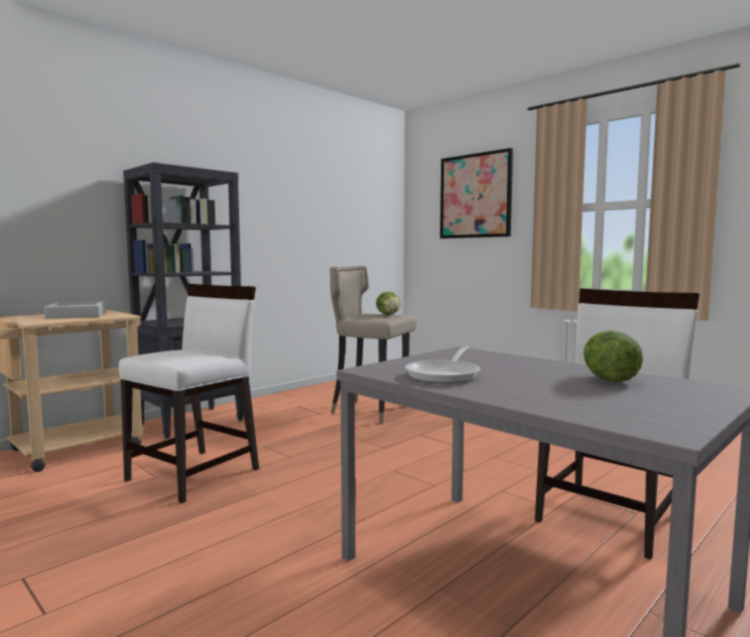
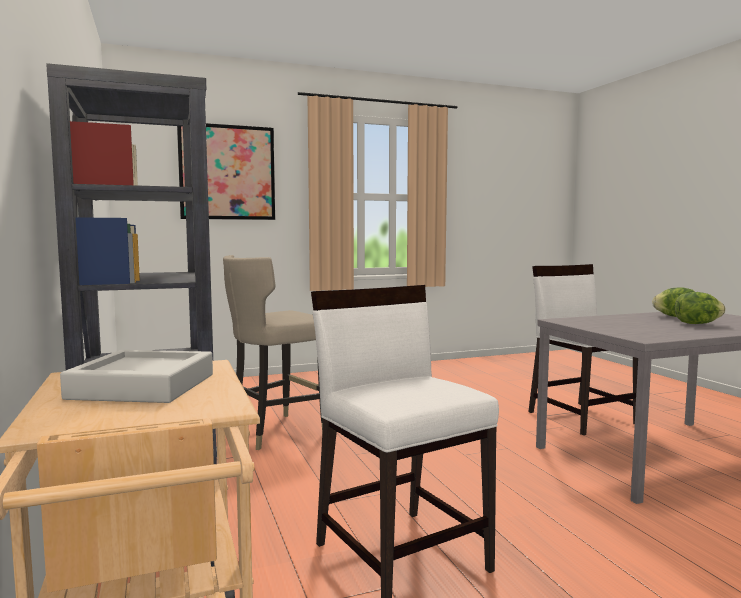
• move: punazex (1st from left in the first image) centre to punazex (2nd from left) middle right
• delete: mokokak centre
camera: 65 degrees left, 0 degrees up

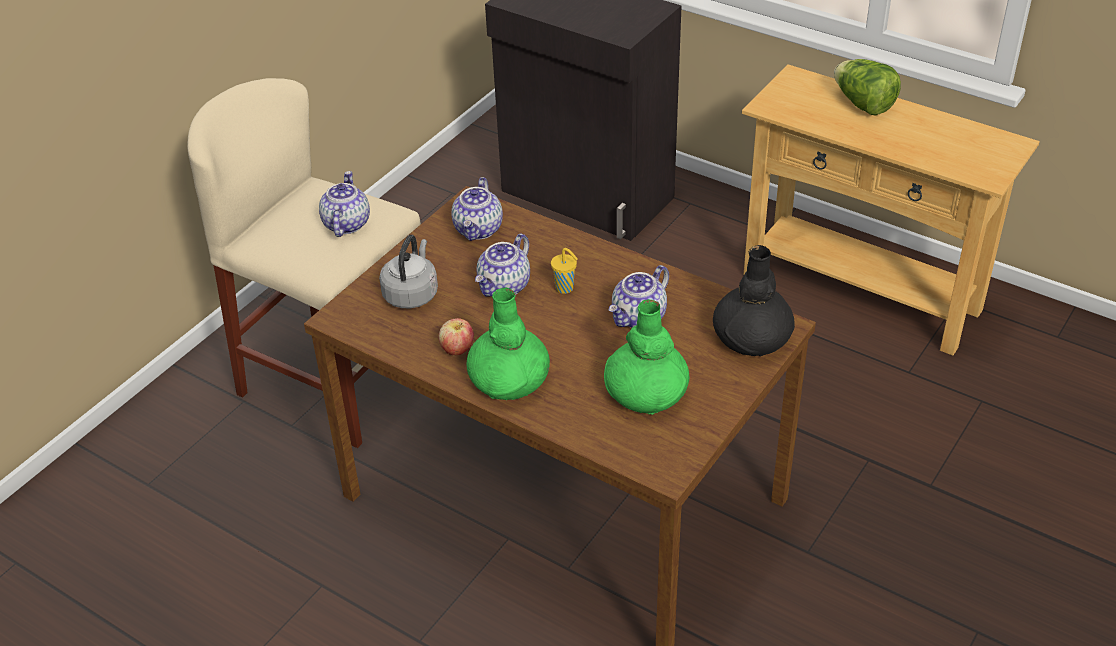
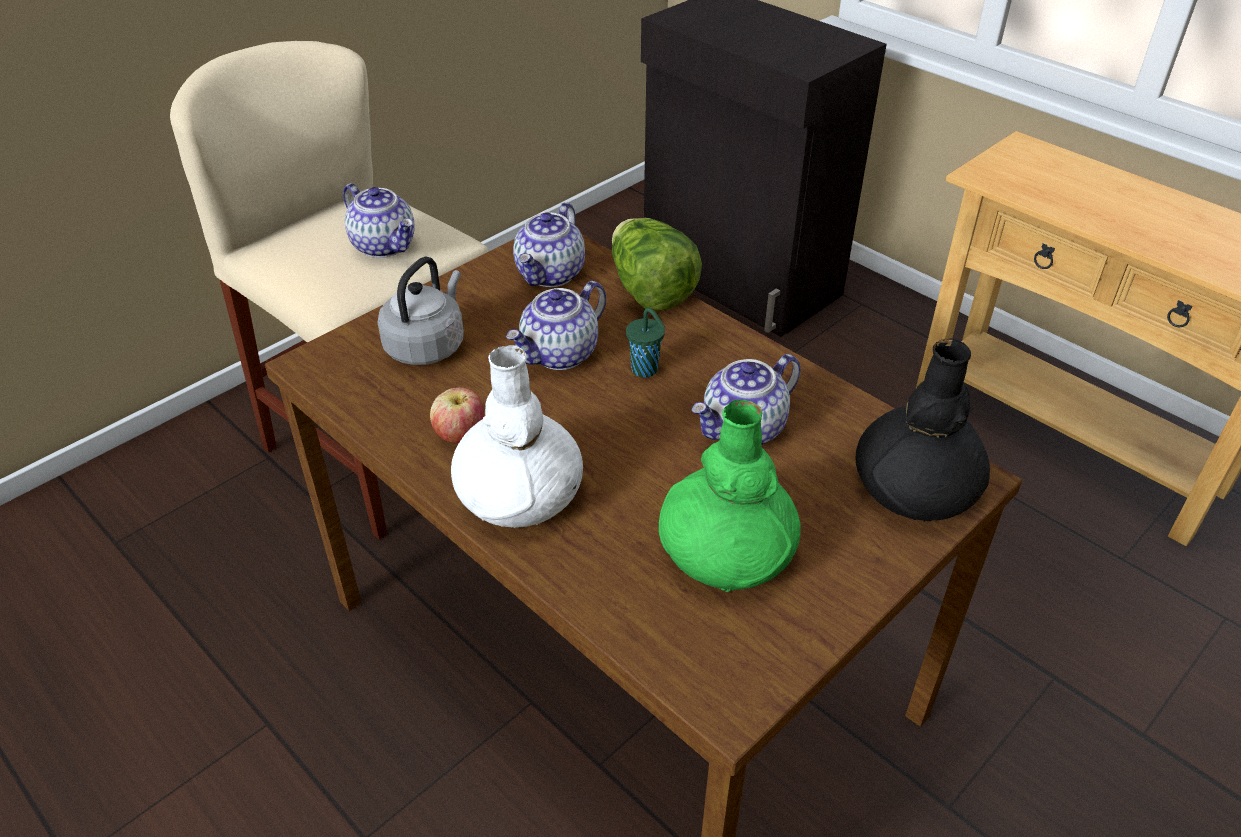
• rotate: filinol (1st from left) top left = top left 120 degrees clockwise
• recolor: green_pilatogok (1st from left) centre to white_pilatogok centre
• move: punazex top right to top centre
• recolor: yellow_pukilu centre to green_pukilu centre
camera: 10 degrees right, 0 degrees up

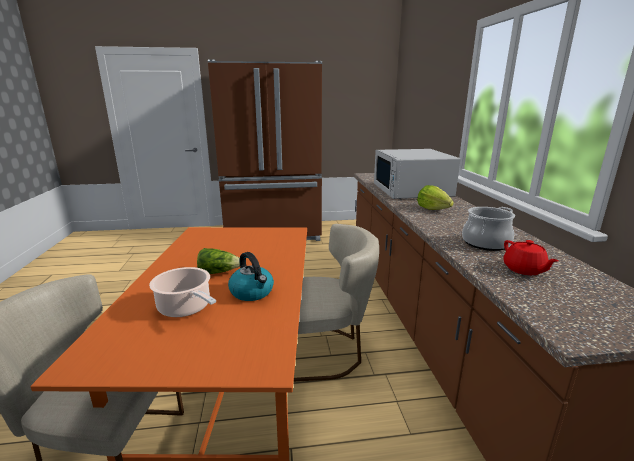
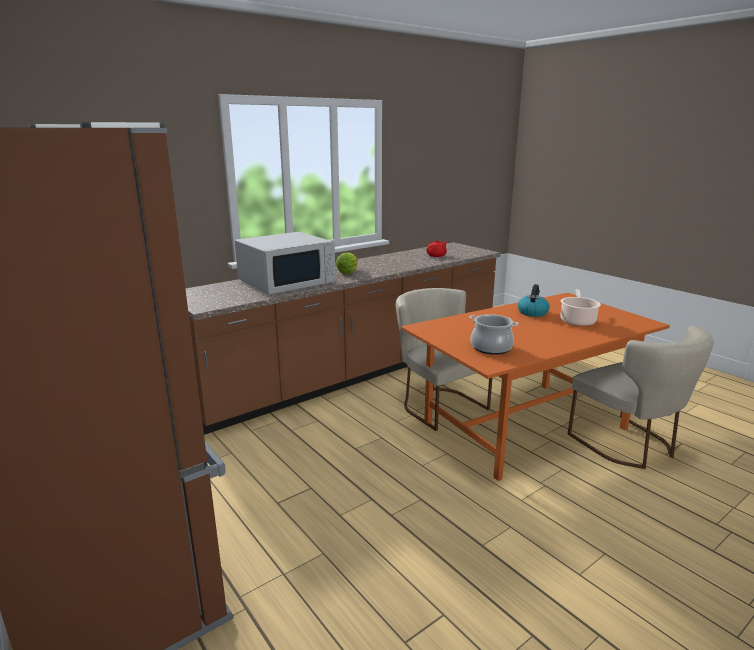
• move: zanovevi (2nd from left in the first image) middle right to zanovevi (1st from left) centre
• delete: punazex (1st from left) centre
camera: 120 degrees left, 0 degrees up

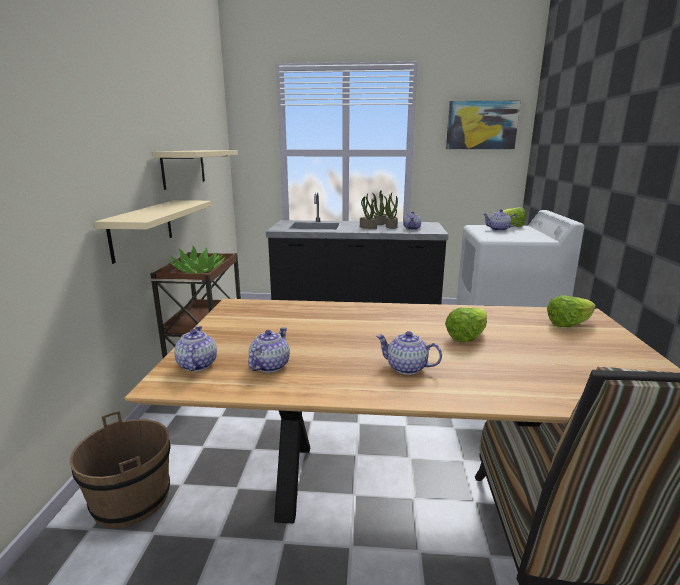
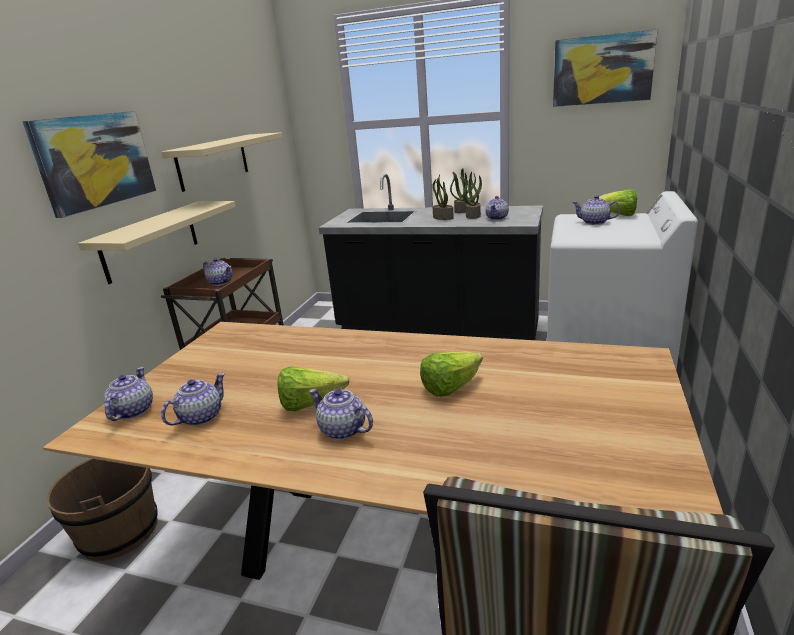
• insert: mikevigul (1st from left) top left
• replace: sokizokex (1st from left) middle left to filinol (3rd from left) middle left
• move: punazex (3rd from left in the first image) middle right to punazex (1st from left) centre
camera: 15 degrees right, 5 degrees up

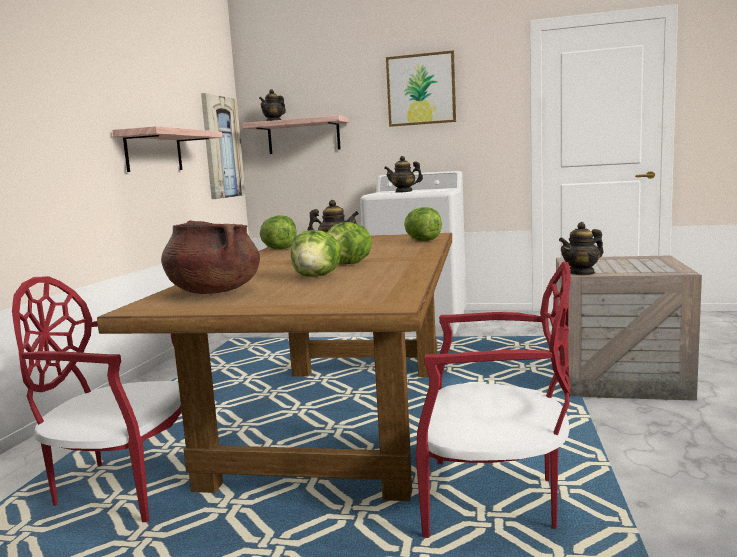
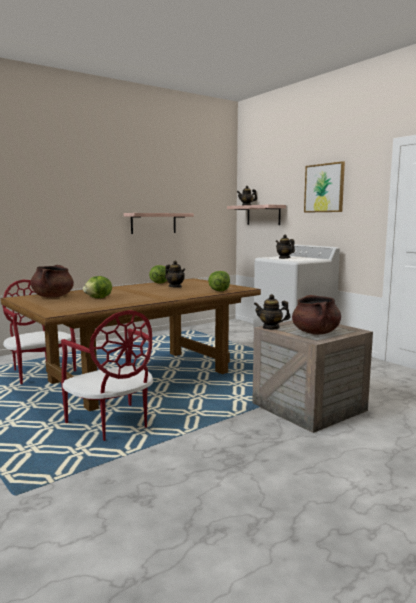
• insert: brown_zanovevi (2nd from left) middle right
• delete: mikevigul (1st from left) top left
• delete: punazex (3rd from left) centre
camera: 40 degrees right, 0 degrees up

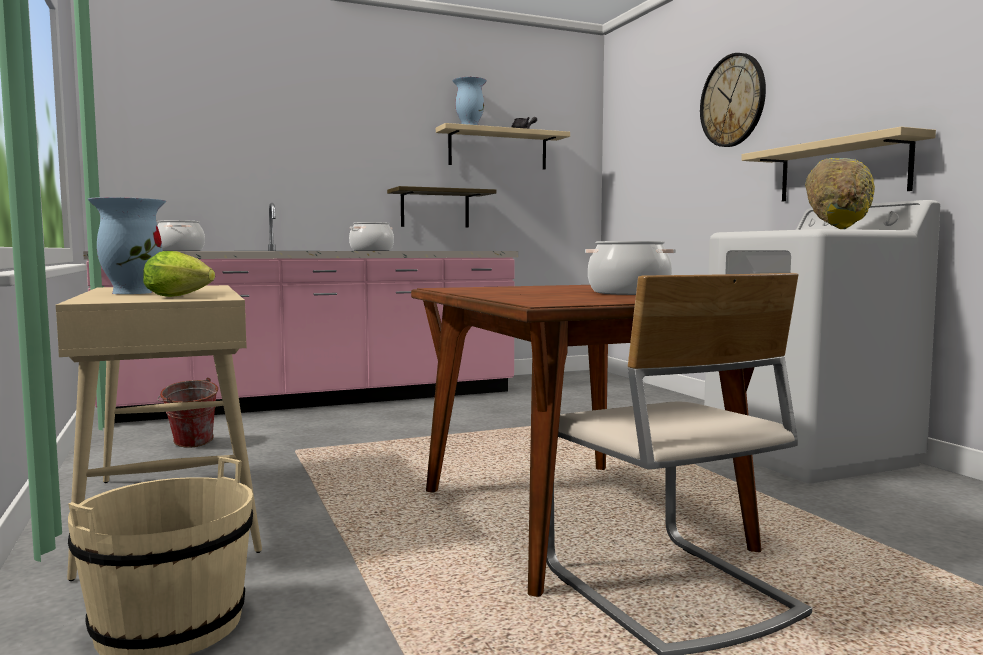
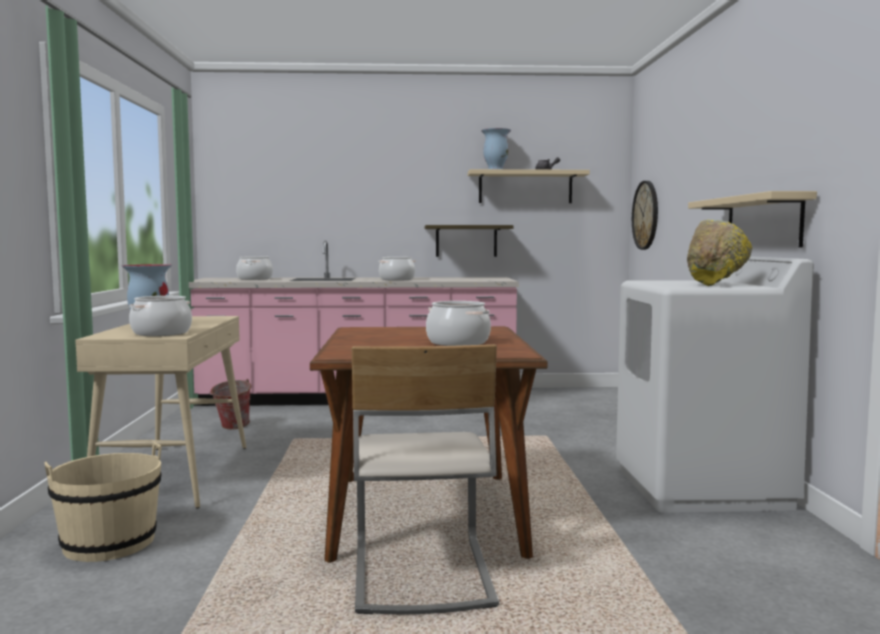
• replace: punazex middle left to zanovevi (1st from left) middle left
• move: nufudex top right to middle right
camera: 20 degrees right, 0 degrees up

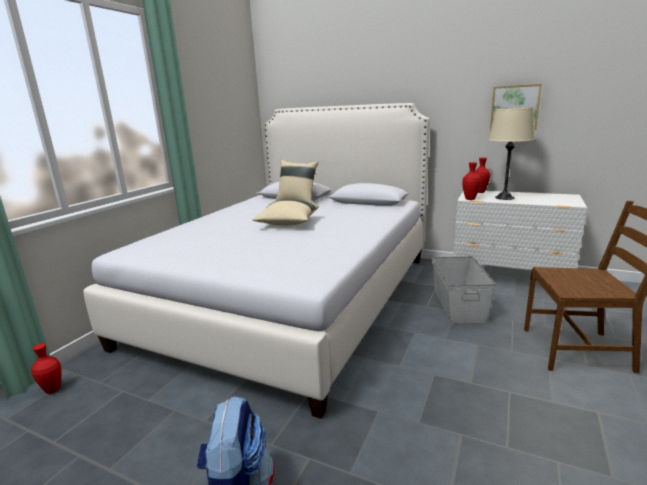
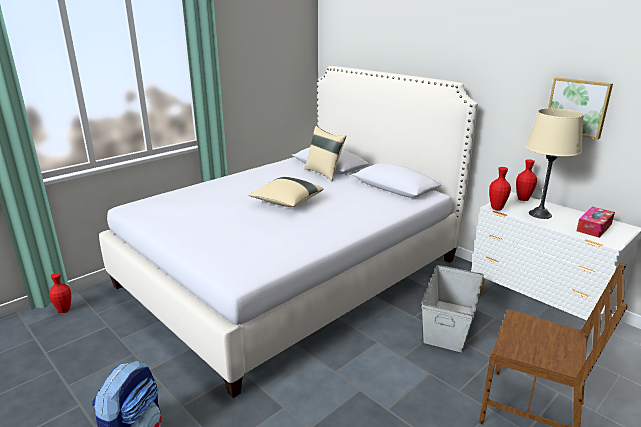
• insert: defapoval middle right
camera: 20 degrees right, 5 degrees up

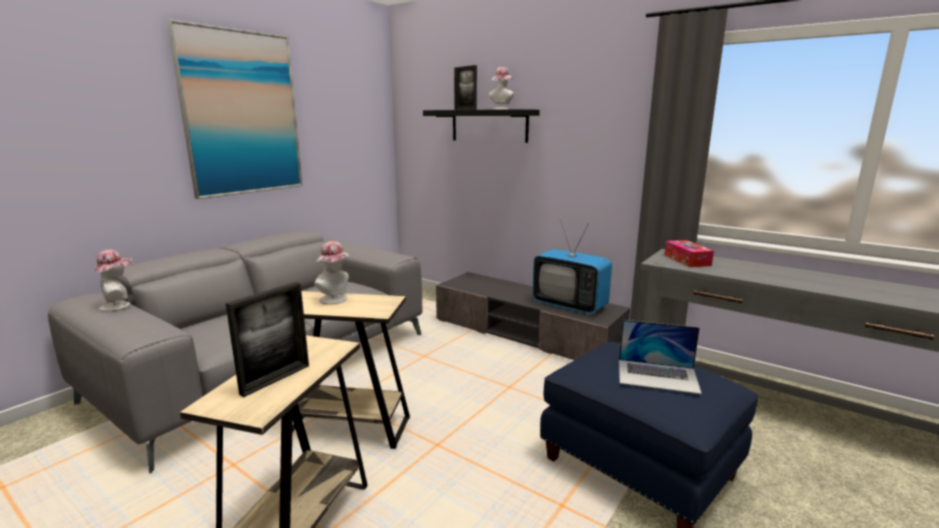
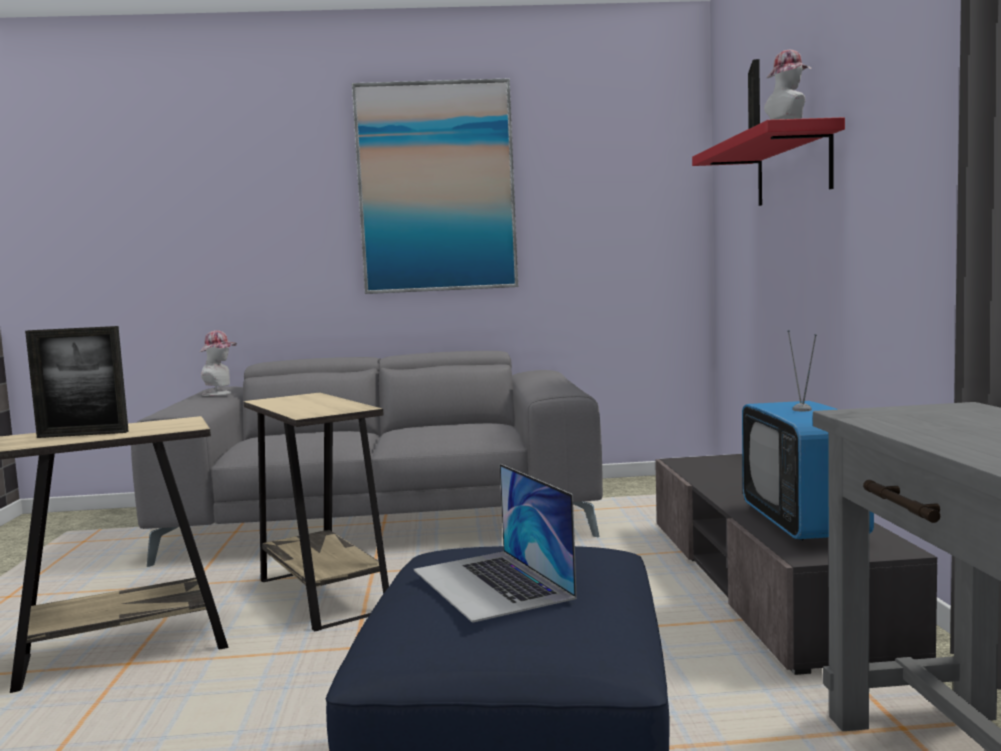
• recolor: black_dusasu top centre to red_dusasu top right
• delete: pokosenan (2nd from left) centre
• delete: defapoval middle right
camera: 50 degrees right, 10 degrees down

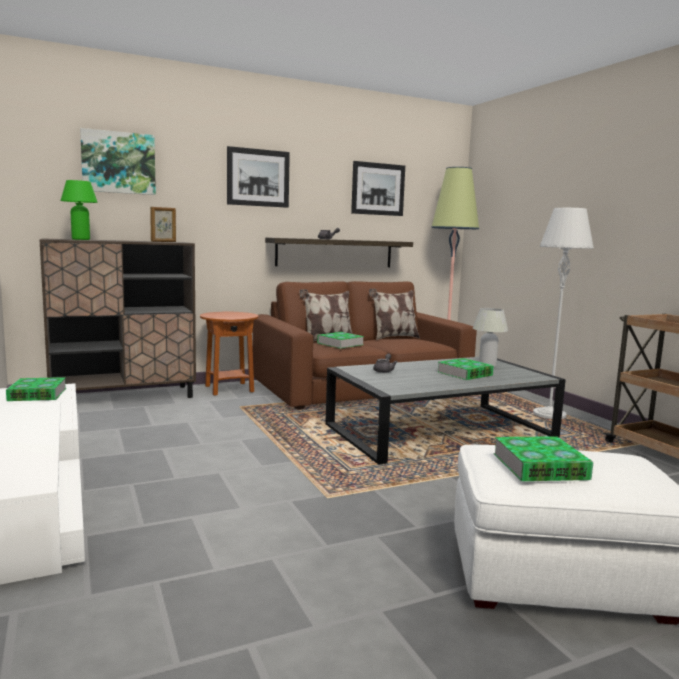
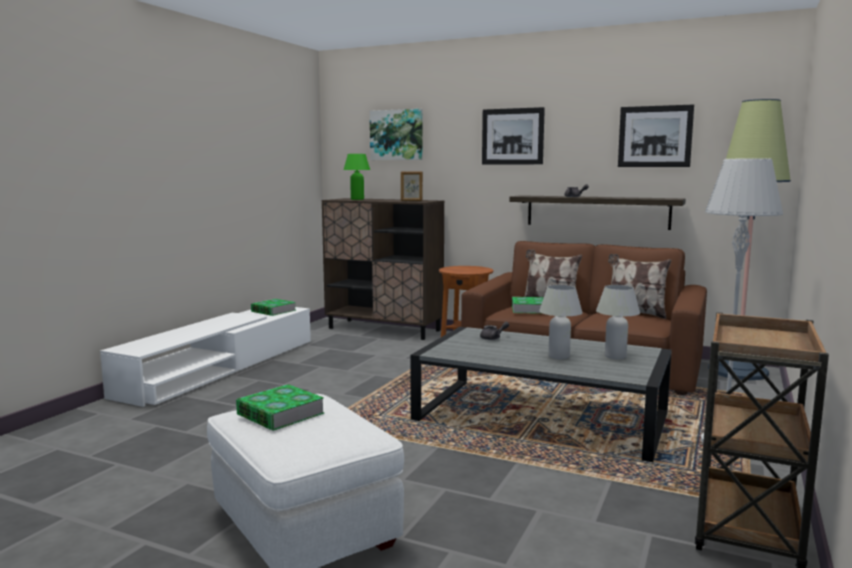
• replace: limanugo (3rd from left) middle right to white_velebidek (1st from left) centre
camera: 50 degrees right, 0 degrees up

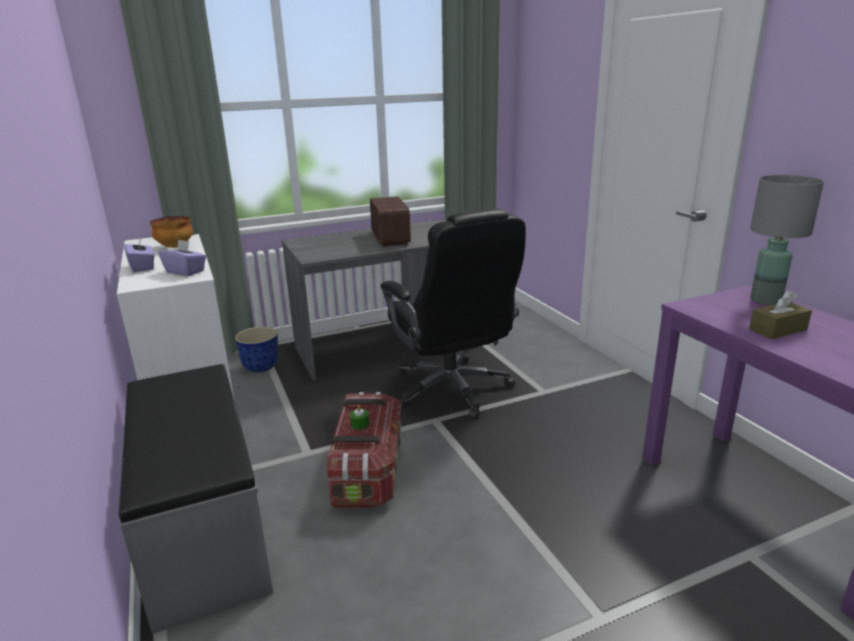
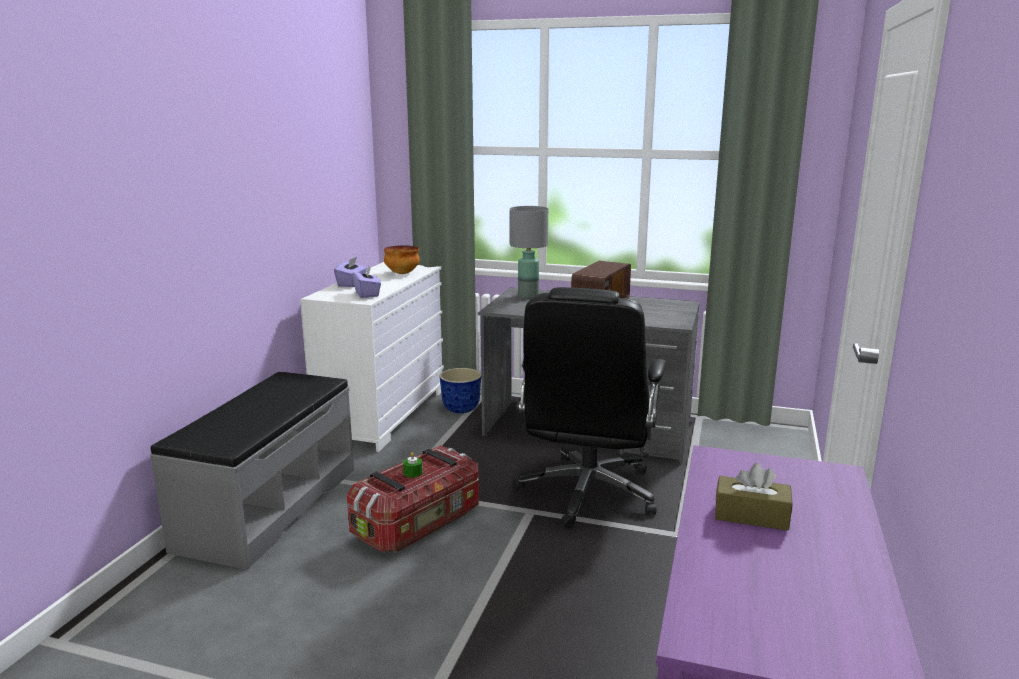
• move: grey_velebidek middle right to centre
camera: 40 degrees right, 5 degrees down

